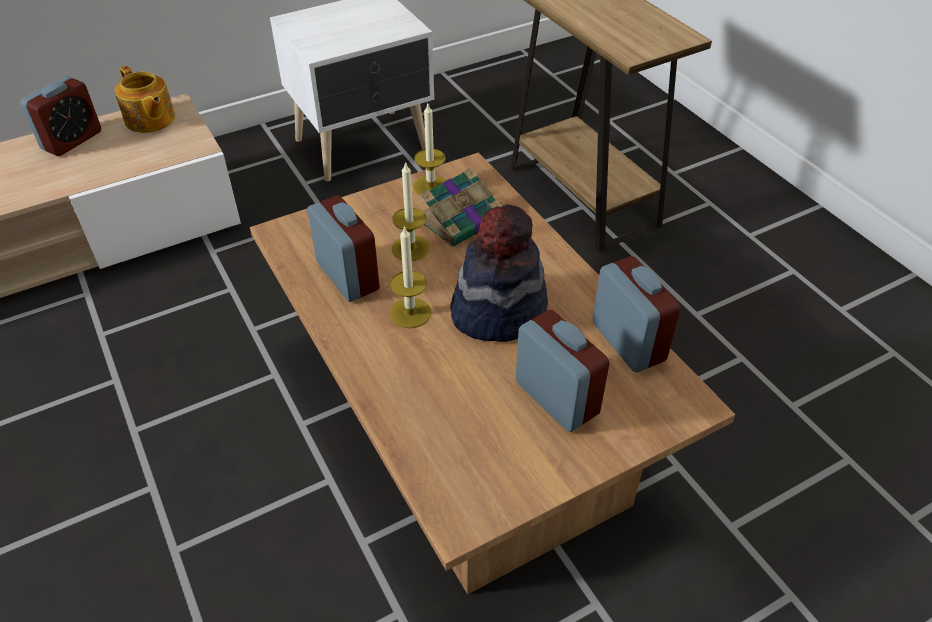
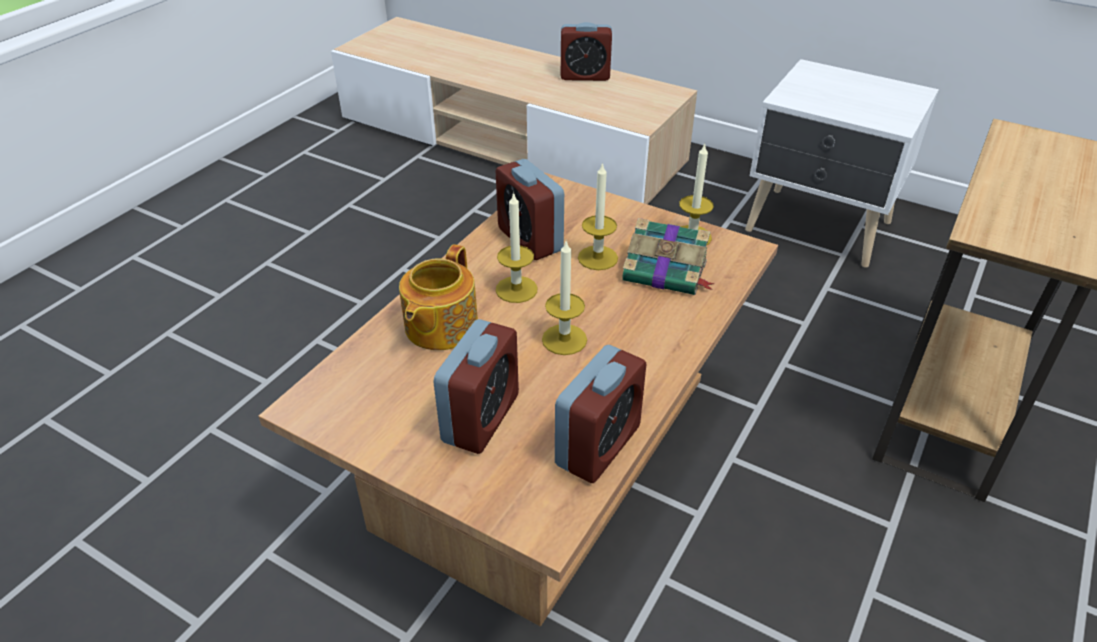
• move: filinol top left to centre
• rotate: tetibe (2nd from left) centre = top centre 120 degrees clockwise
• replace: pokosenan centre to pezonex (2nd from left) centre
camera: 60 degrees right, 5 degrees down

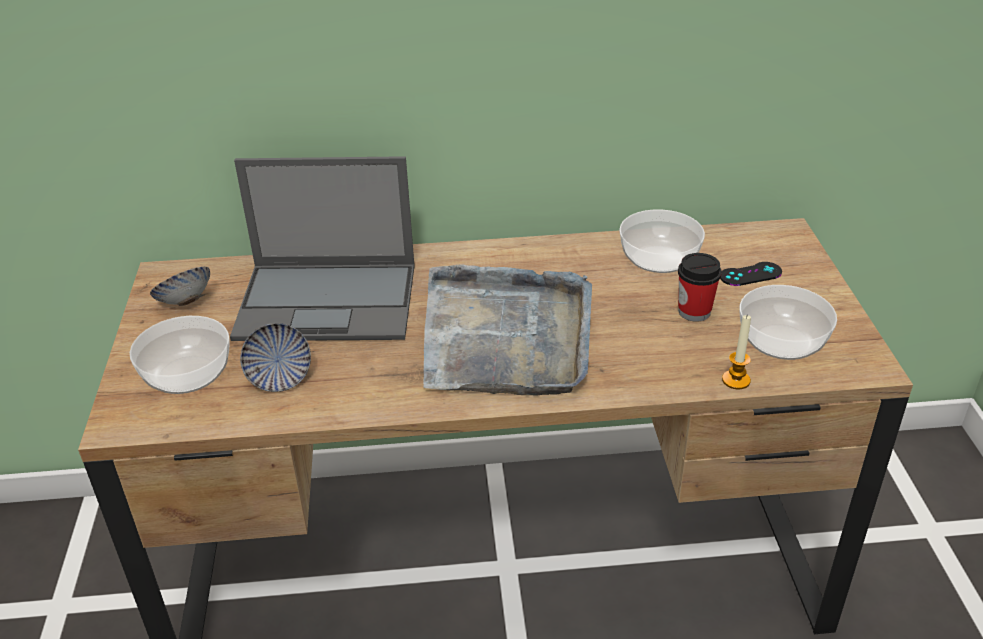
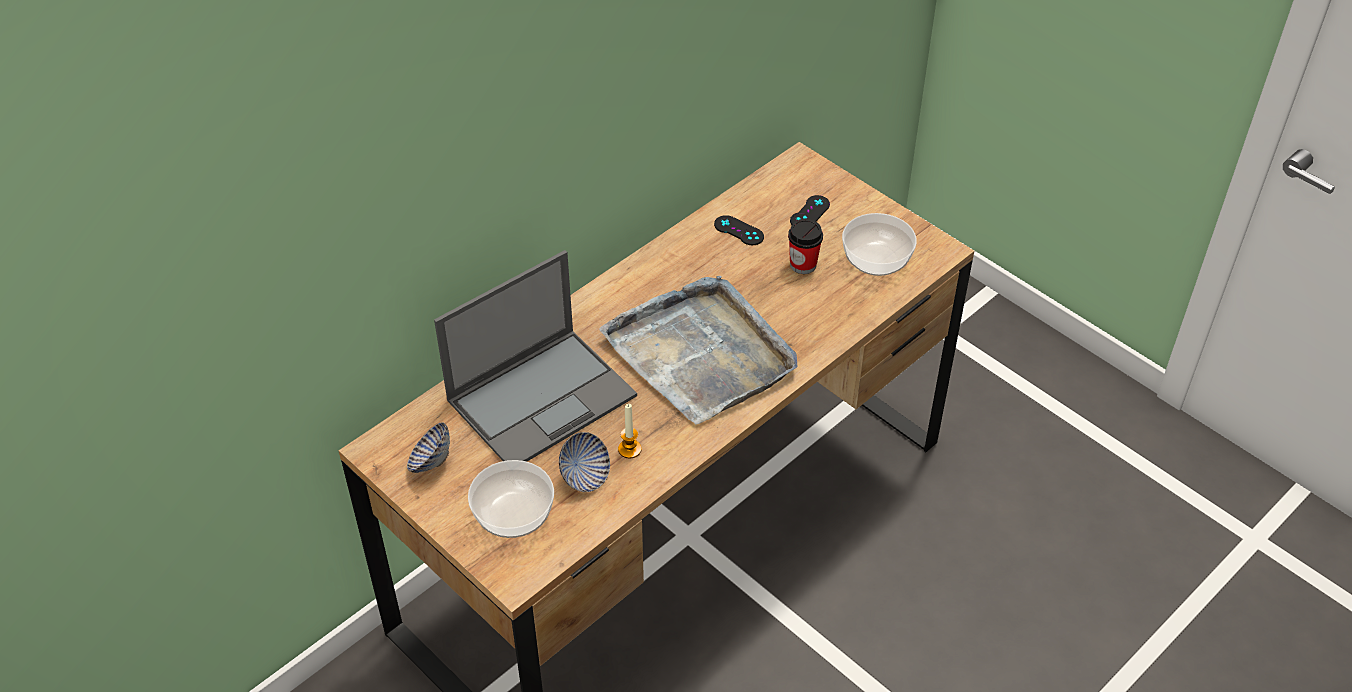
• move: pezonex middle right to centre
• replace: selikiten (4th from left) middle right to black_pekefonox (1st from left) top centre
camera: 40 degrees left, 10 degrees up

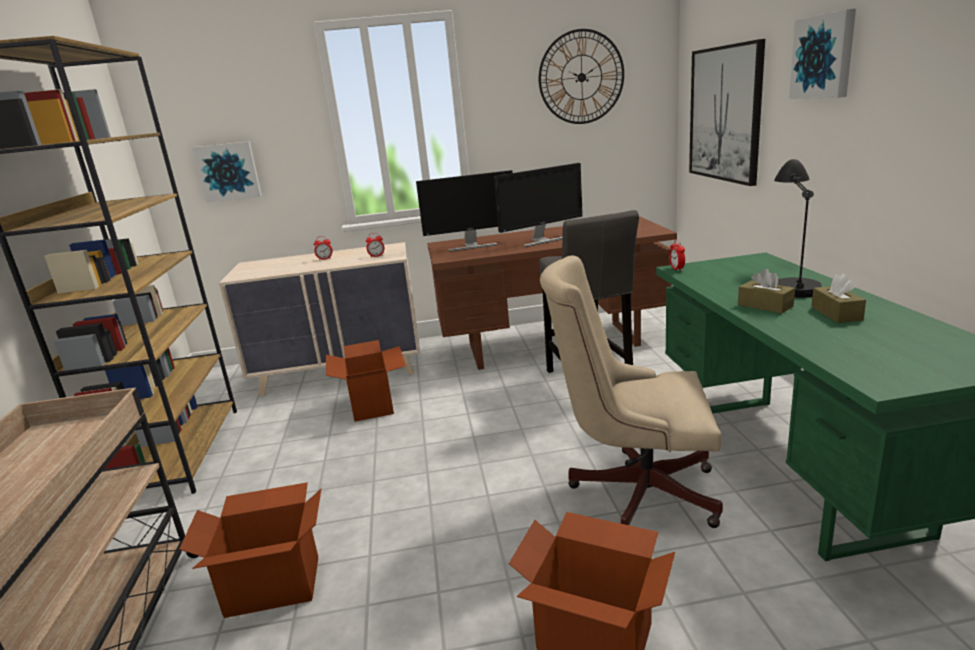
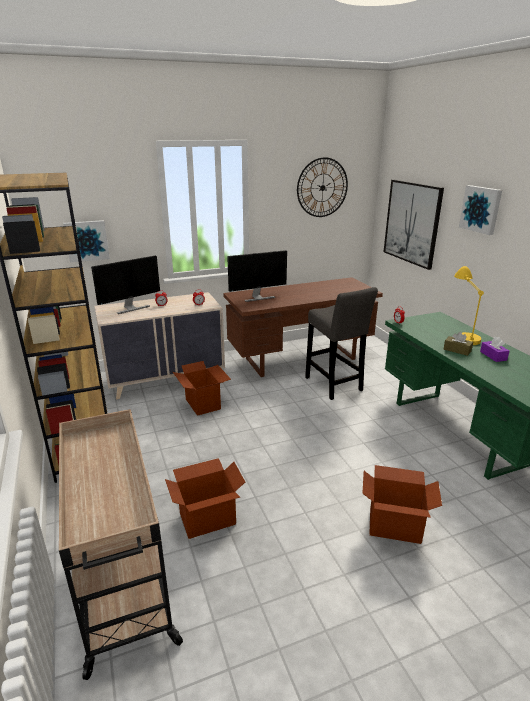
• move: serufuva (2nd from left in the first image) top centre to serufuva (1st from left) middle left
• recolor: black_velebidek middle right to yellow_velebidek middle right
• recolor: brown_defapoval (2nd from left) middle right to purple_defapoval middle right
• delete: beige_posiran centre
camera: 15 degrees left, 5 degrees up

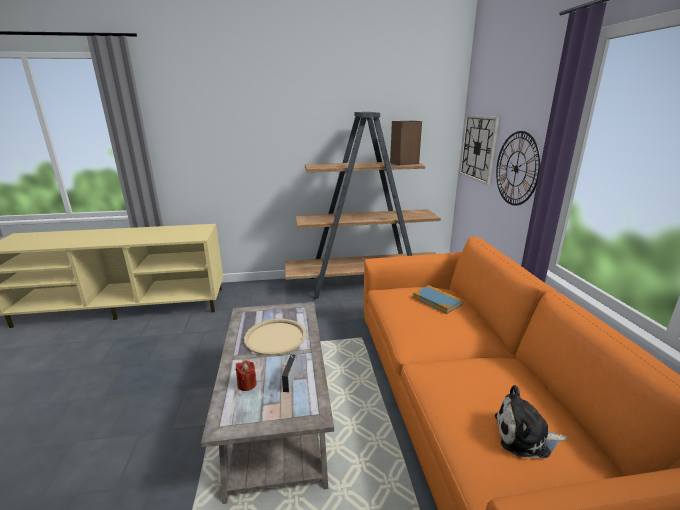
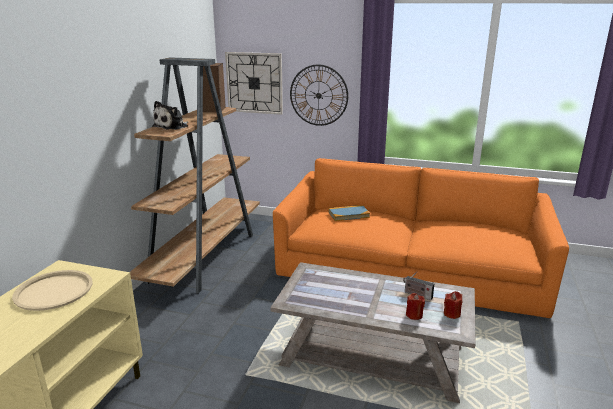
• move: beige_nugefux centre to bottom left
• move: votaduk bottom right to top left
• insert: red_pezonex (2nd from left) bottom right
camera: 65 degrees left, 0 degrees up

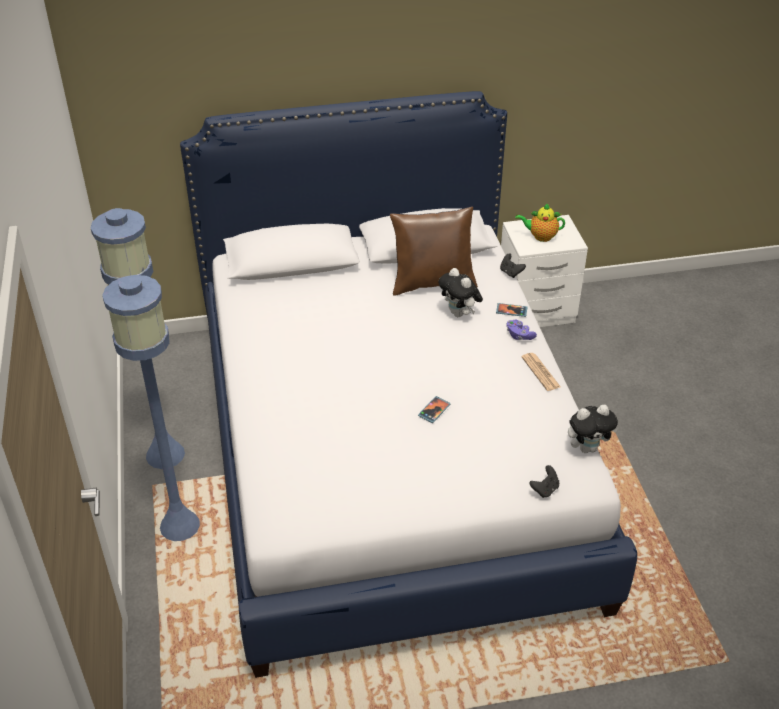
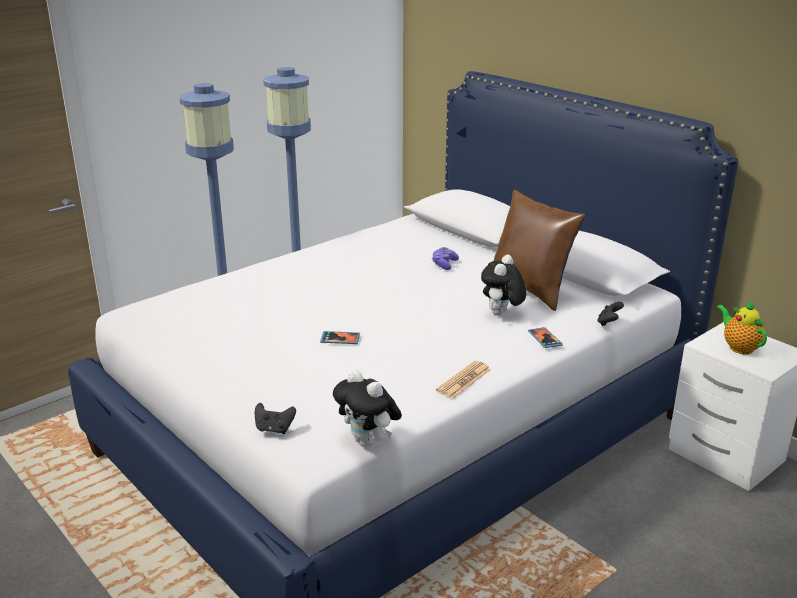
• move: purple_pekefonox middle right to centre
camera: 60 degrees right, 15 degrees down

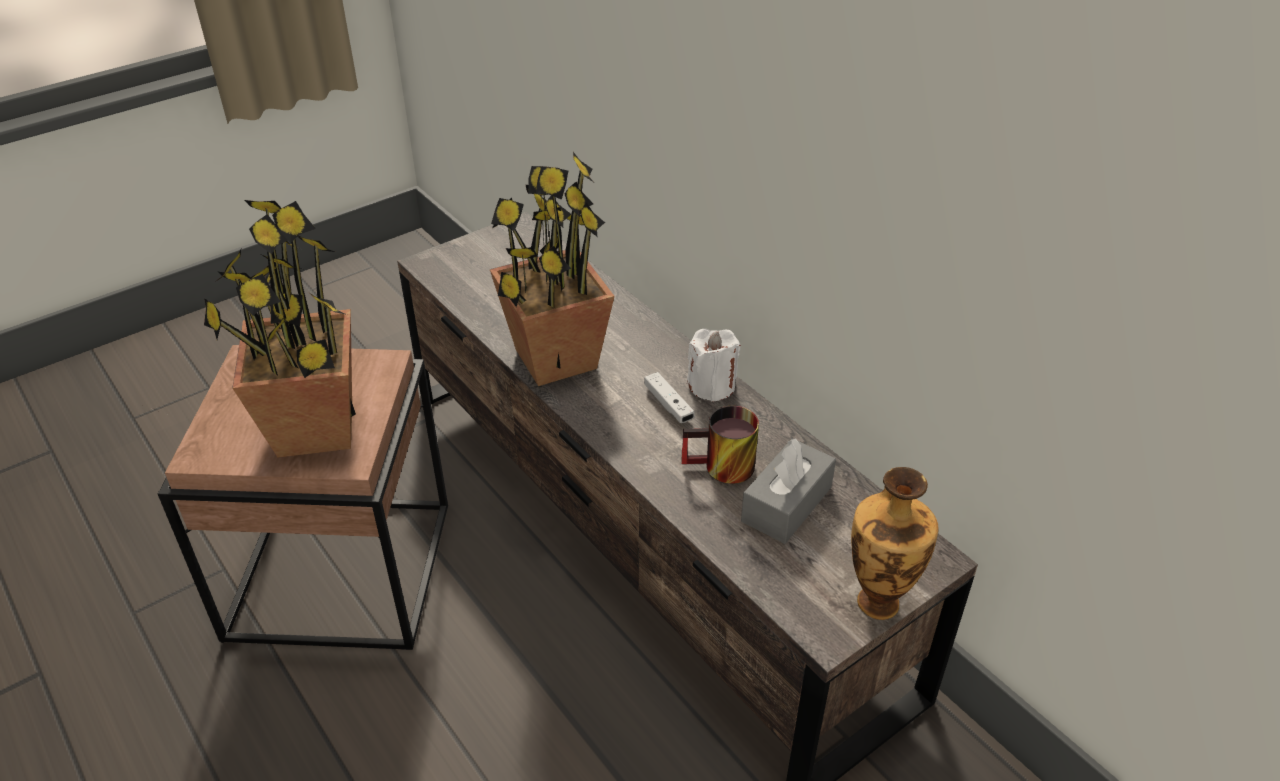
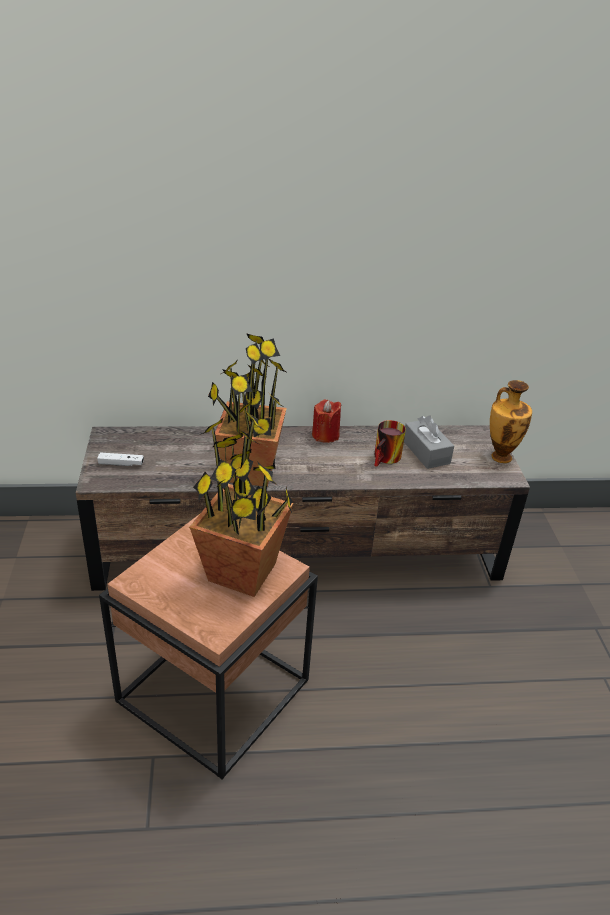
• move: white_pekefonox centre to middle left
• recolor: white_pezonex centre to red_pezonex centre
camera: 60 degrees left, 5 degrees down

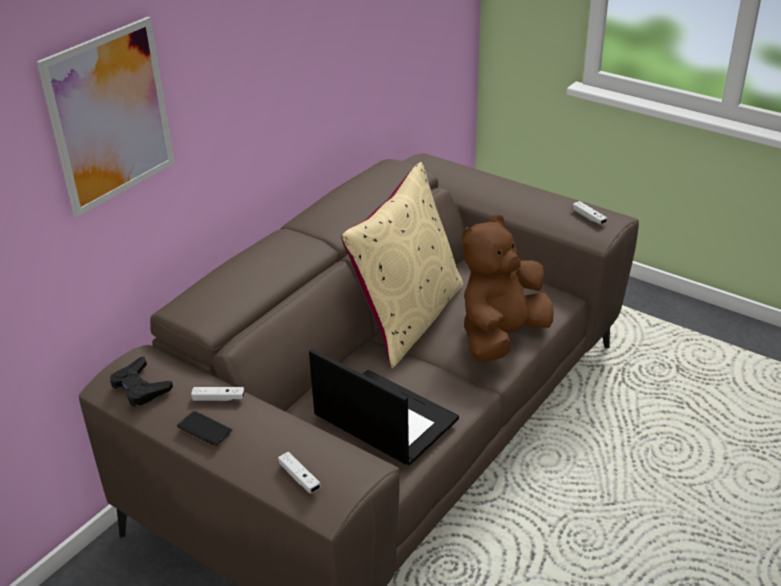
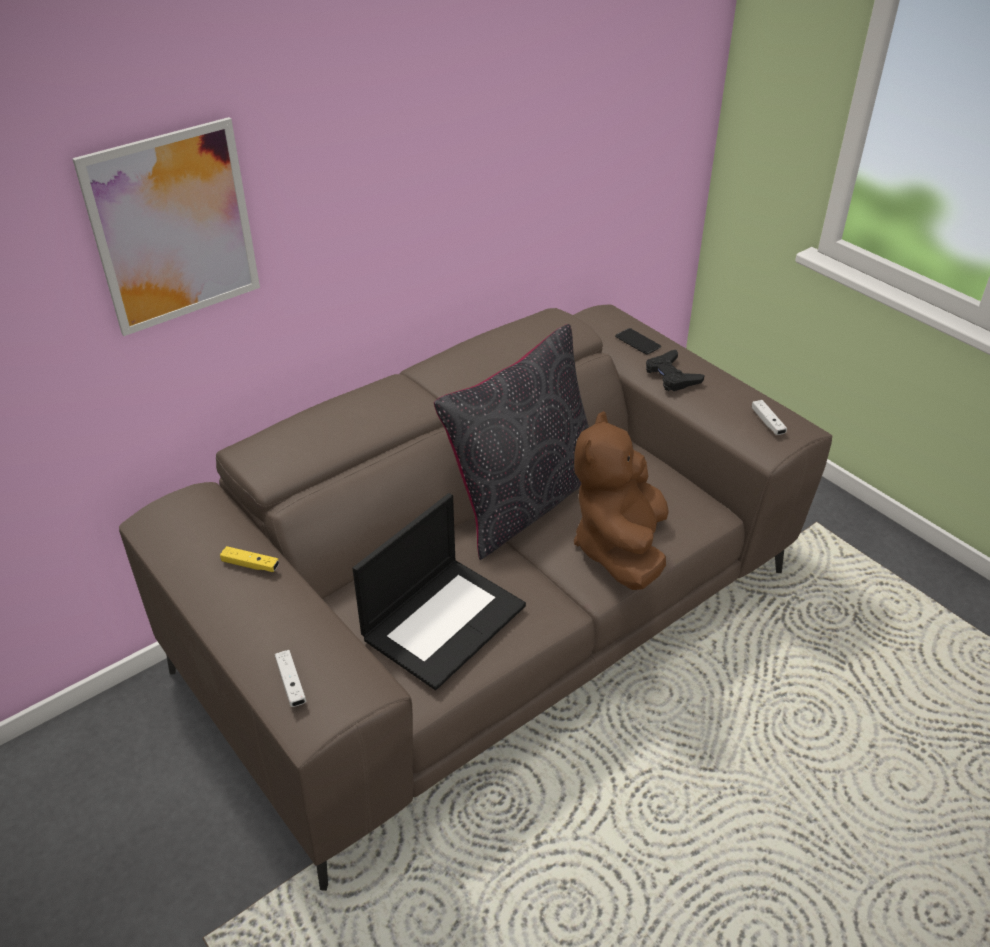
• recolor: white_pekefonox (1st from left) bottom left to yellow_pekefonox middle left
• rotate: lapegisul bottom centre = centre 75 degrees clockwise
• recolor: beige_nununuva centre to black_nununuva centre
• rotate: brown_votaduk centre = centre 45 degrees counterclockwise
• move: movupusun bottom left to centre
• move: black_pekefonox middle left to middle right
camera: 15 degrees right, 5 degrees up

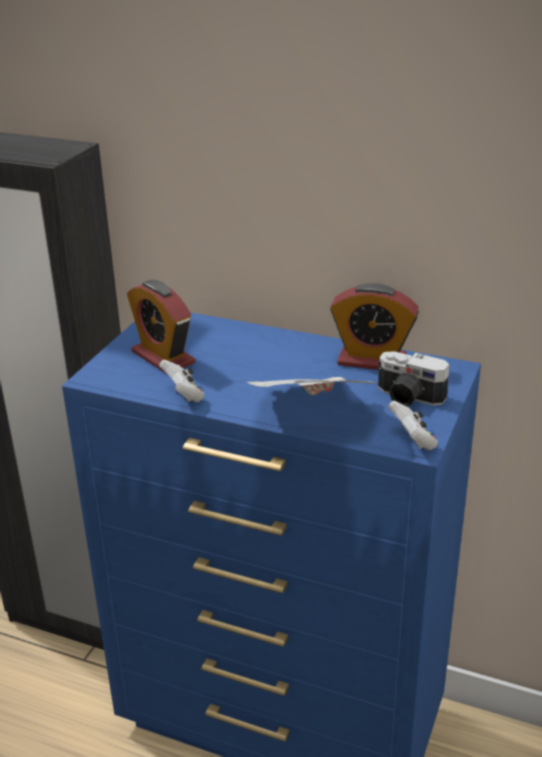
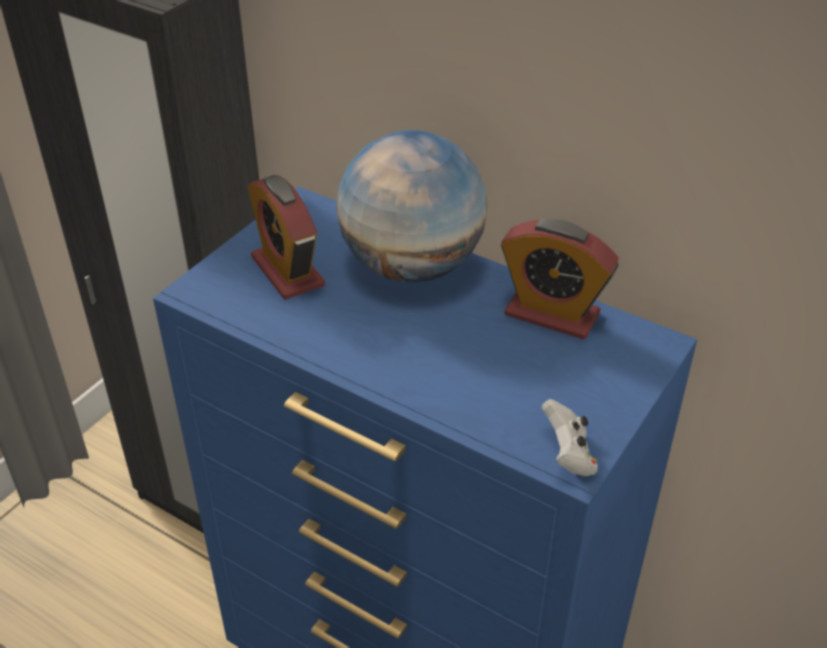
• insert: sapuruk top centre
• delete: white_pekefonox (1st from left) centre
• delete: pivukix centre
• delete: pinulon middle right
camera: 10 degrees right, 10 degrees up

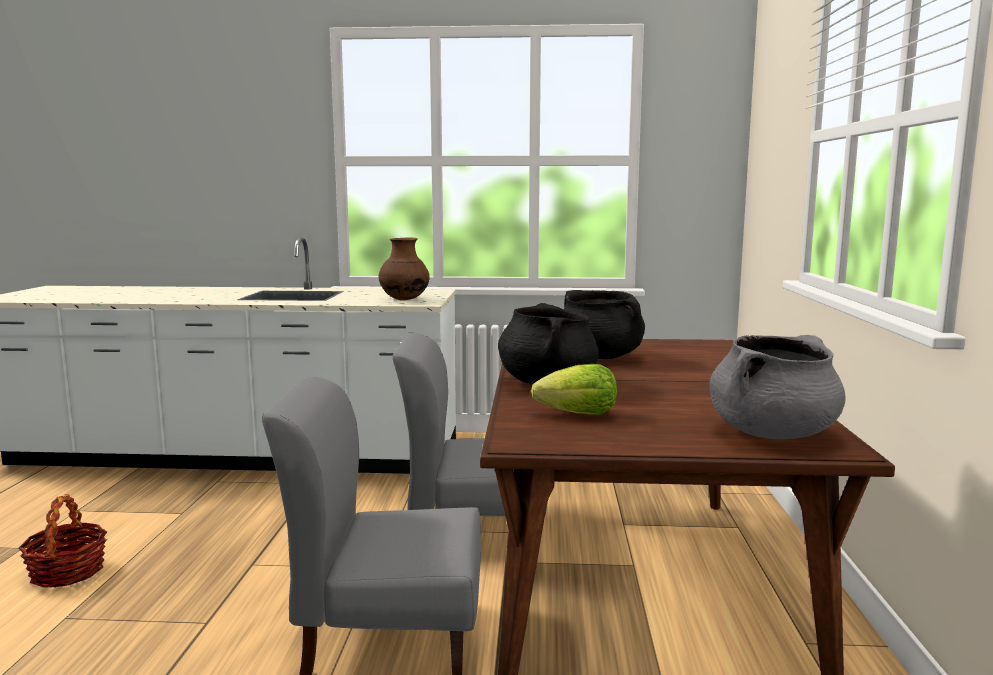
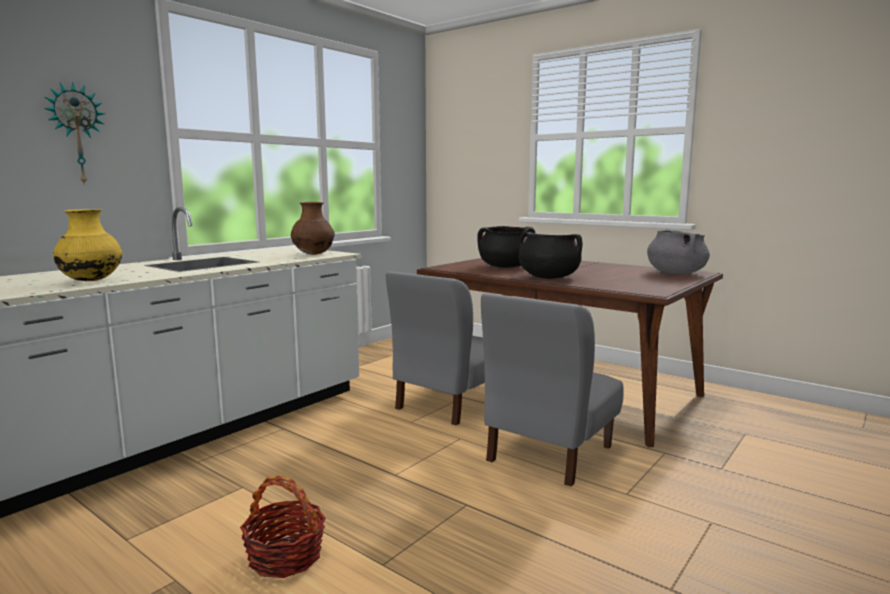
• insert: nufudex top left
• insert: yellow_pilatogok middle left
• delete: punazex centre
camera: 55 degrees left, 0 degrees up

